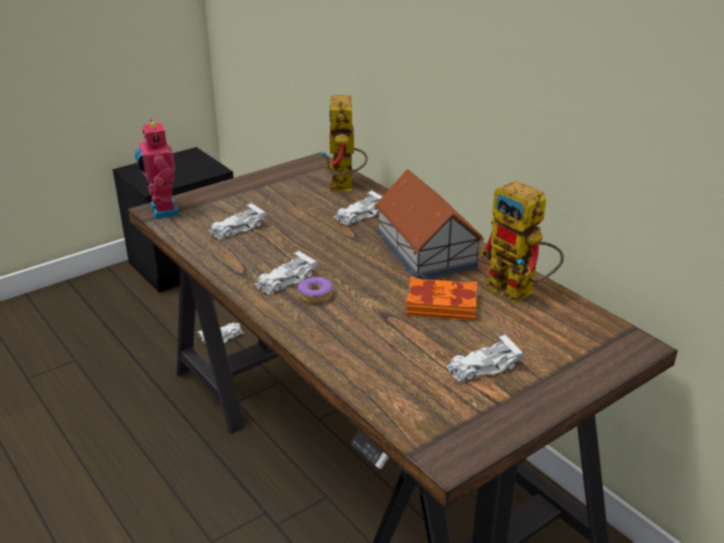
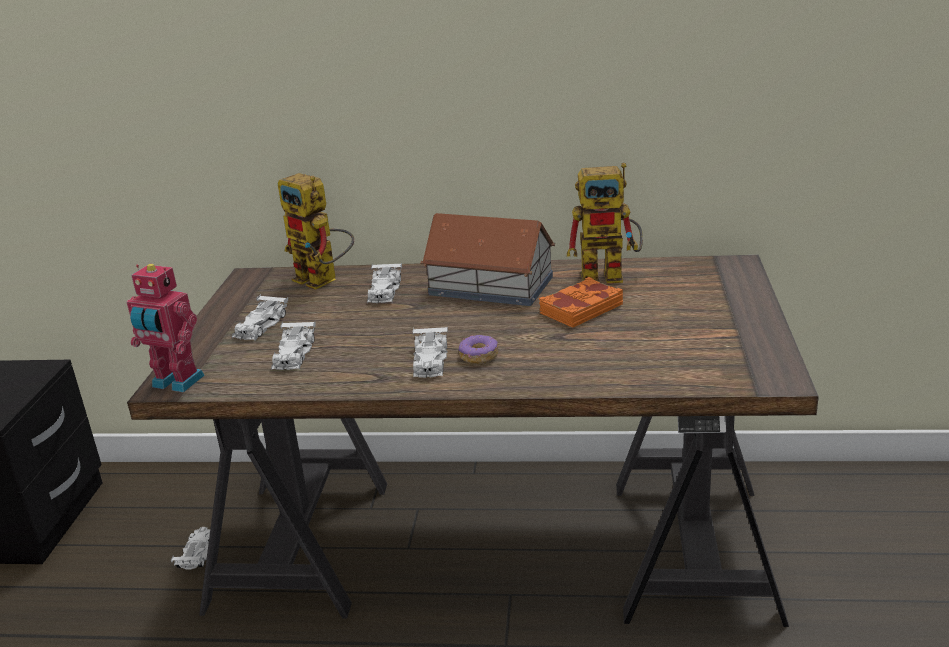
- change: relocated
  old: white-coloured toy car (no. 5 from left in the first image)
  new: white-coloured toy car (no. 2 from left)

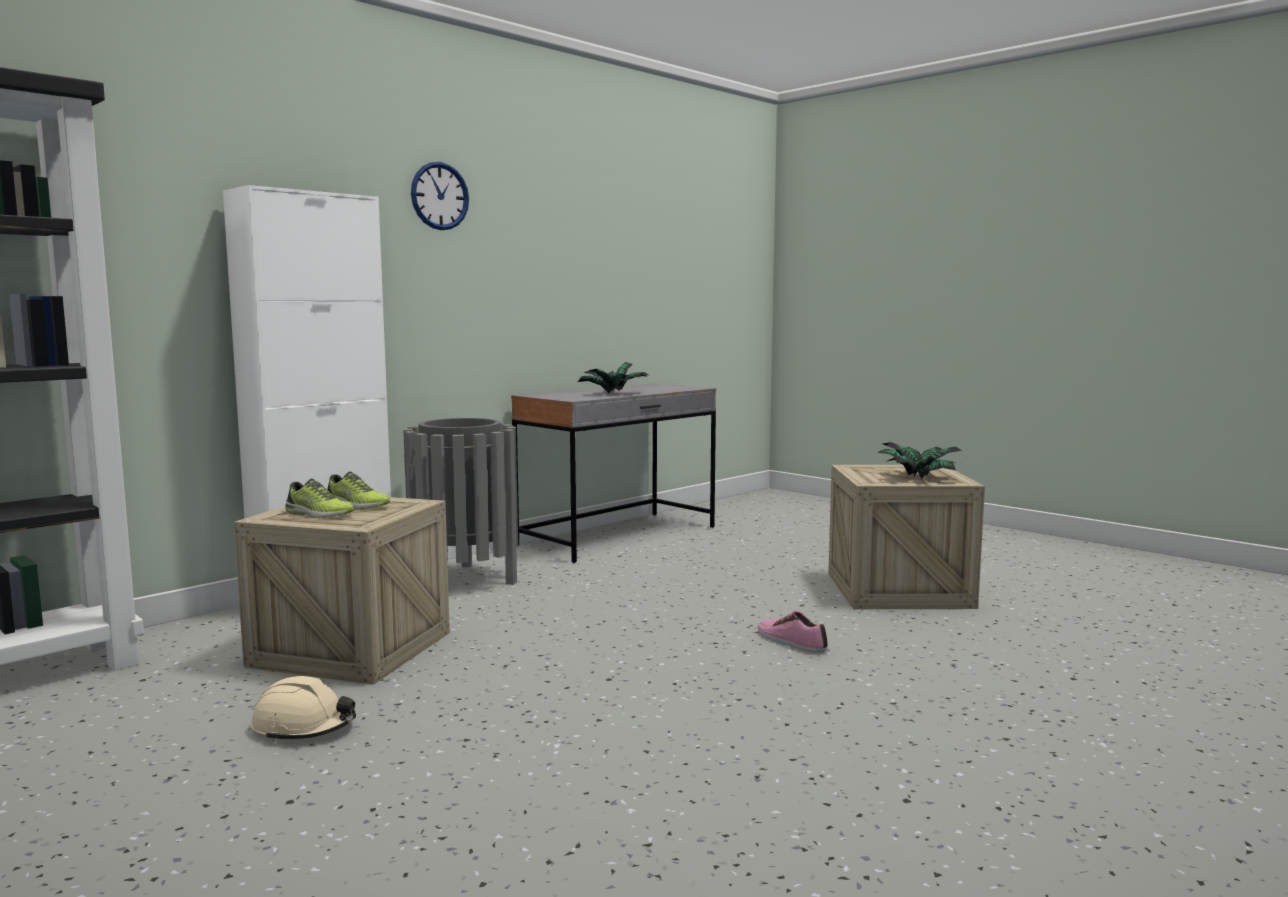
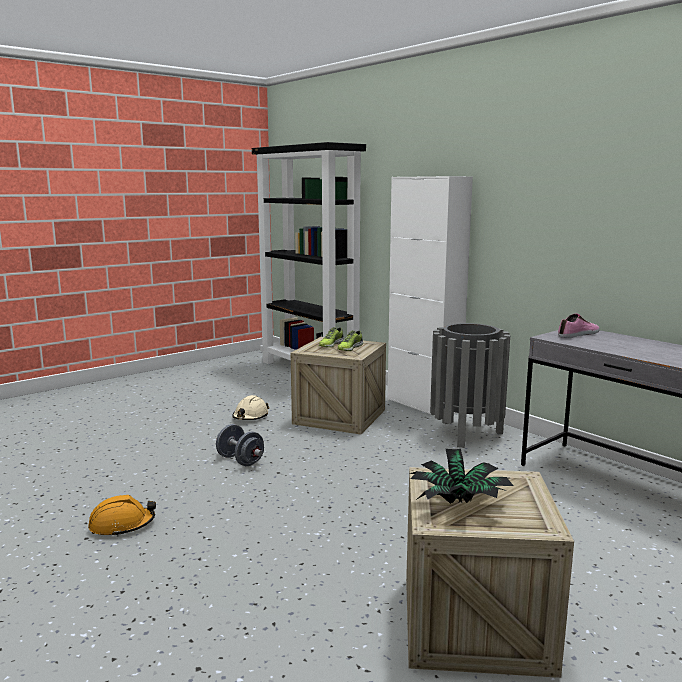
- change: missing
  old: hanging clock
- change: missing
  old: potted plant (no. 1 from left)
- change: relocated
  old: item of footwear (no. 3 from left)
- change: appeared
  new: orange hard hat
- change: appeared
  new: gray dumbbell

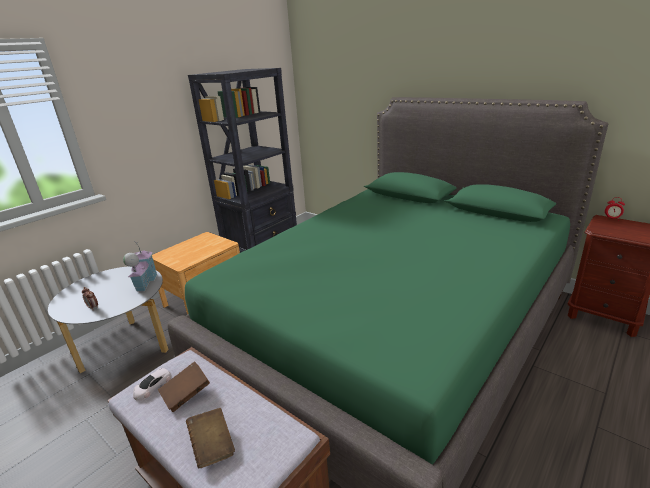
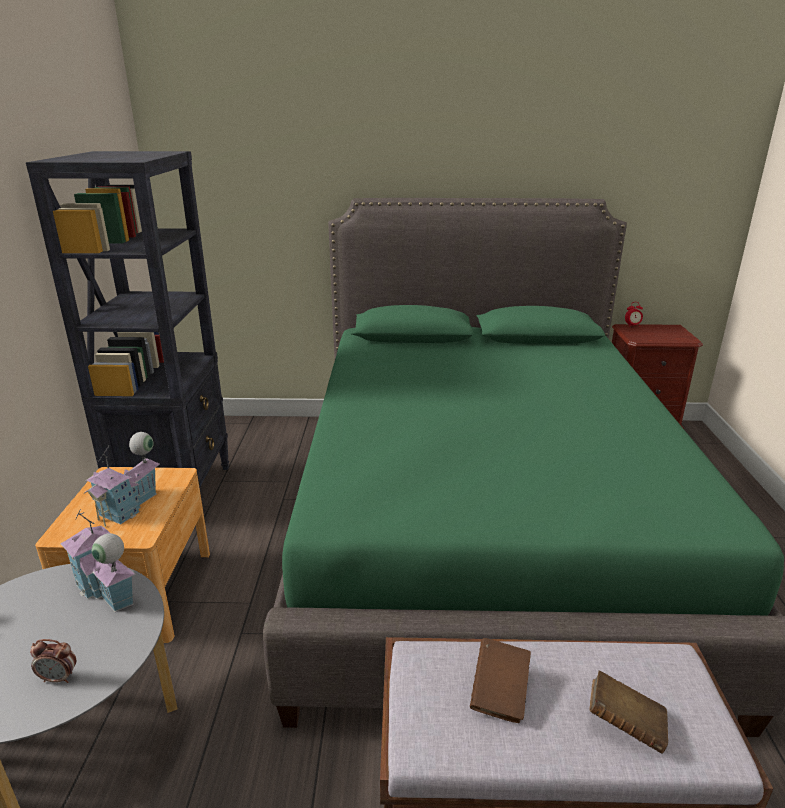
- change: missing
  old: white-coloured toy car
- change: appeared
  new: toy house (no. 2 from left)

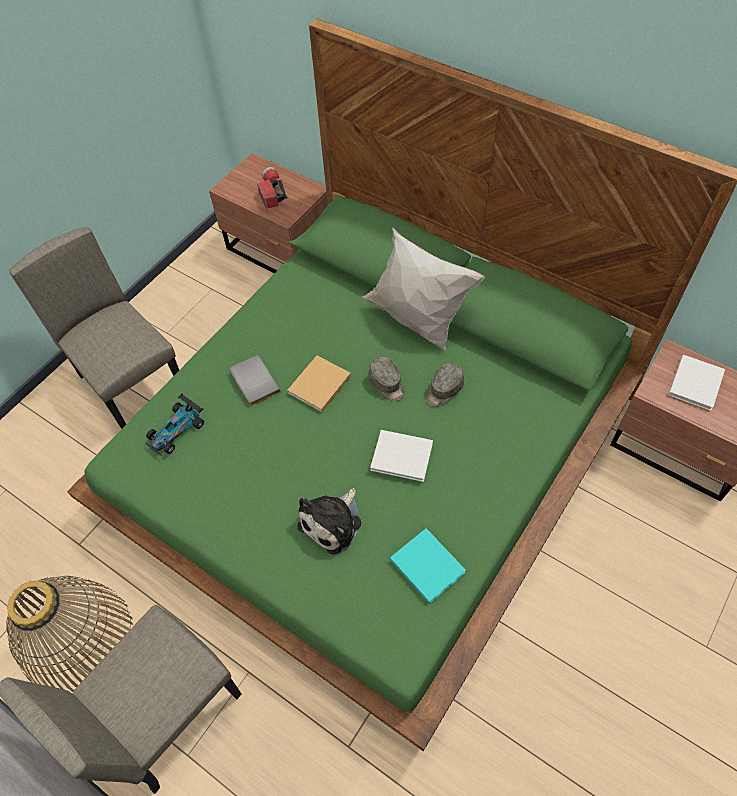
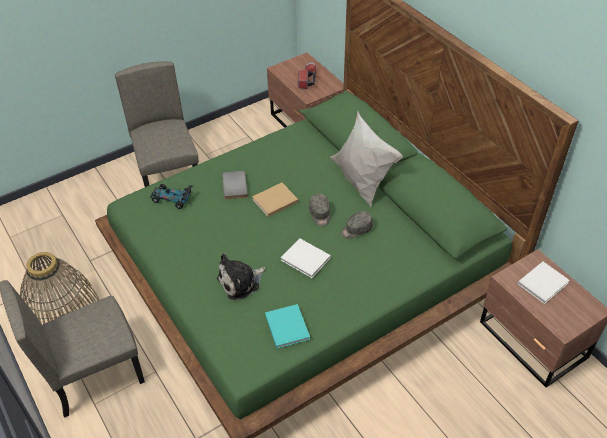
- change: spun
  old: toy car
  degrees: 45

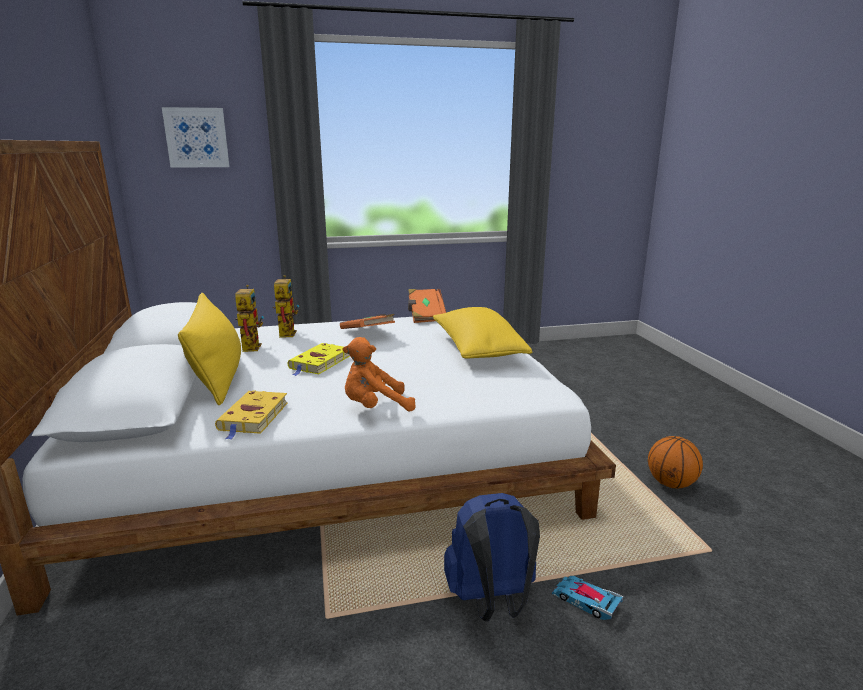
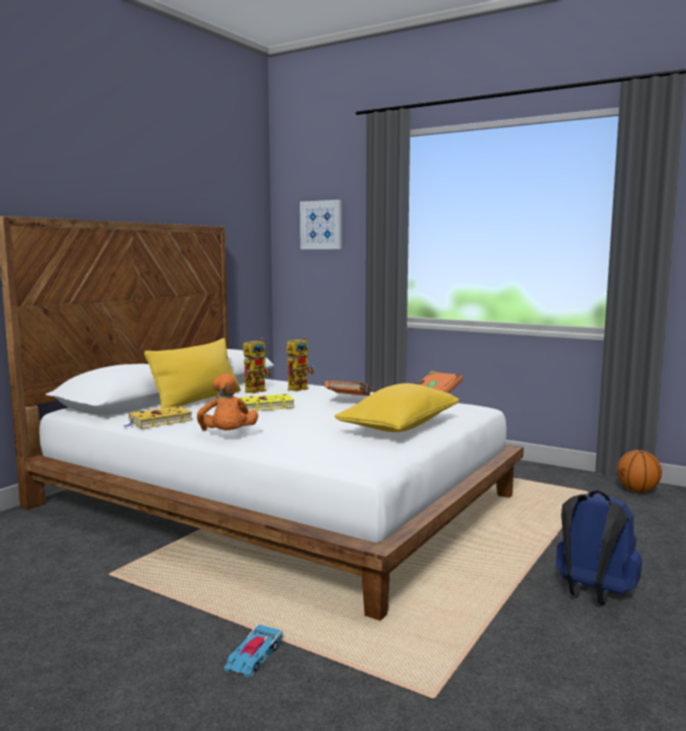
- change: spun
  old: orange cuddly toy
  degrees: -135
- change: relocated
  old: blue knapsack
- change: spun
  old: toy car
  degrees: -150
- change: relocated
  old: basketball

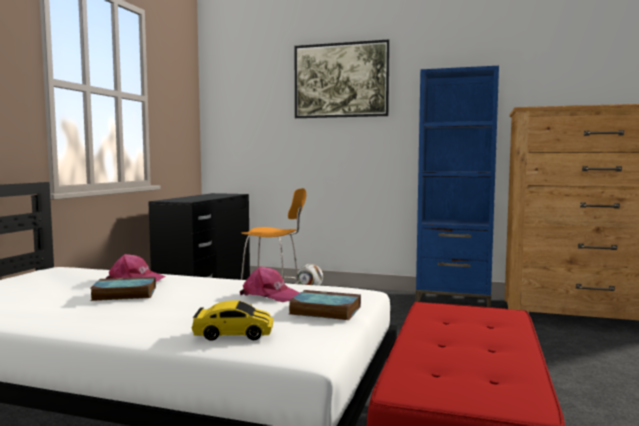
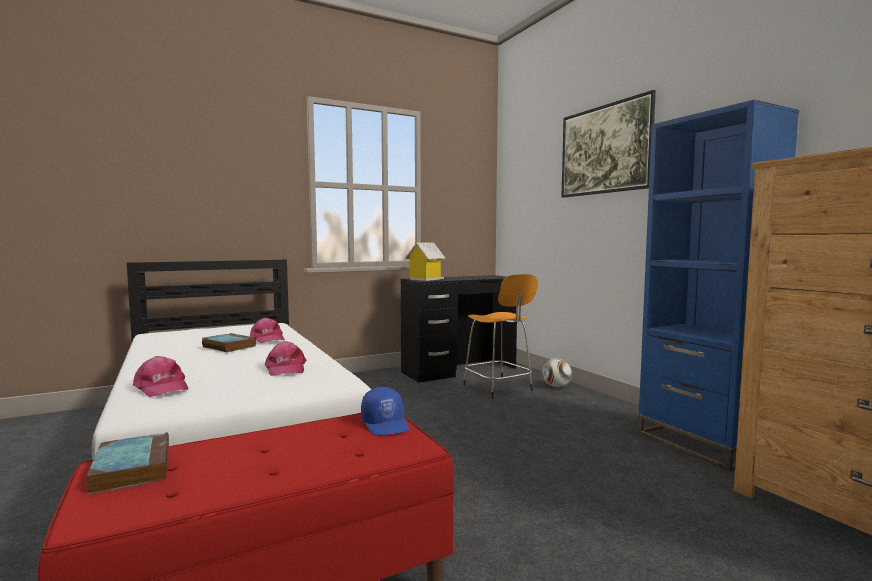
- change: exchanged
  old: toy car
  new: pink baseball cap (no. 1 from left)
- change: relocated
  old: volume (no. 2 from left in the first image)
  new: volume (no. 1 from left)
- change: appeared
  new: blue baseball cap
- change: appeared
  new: toy house

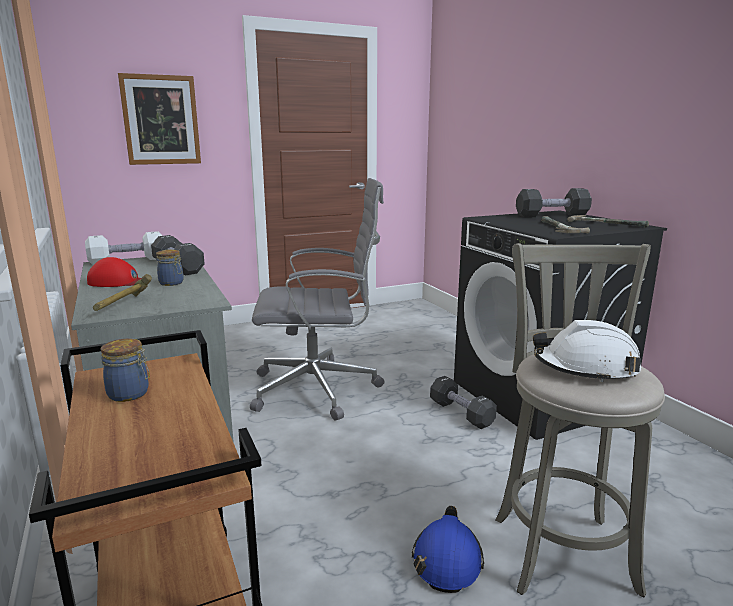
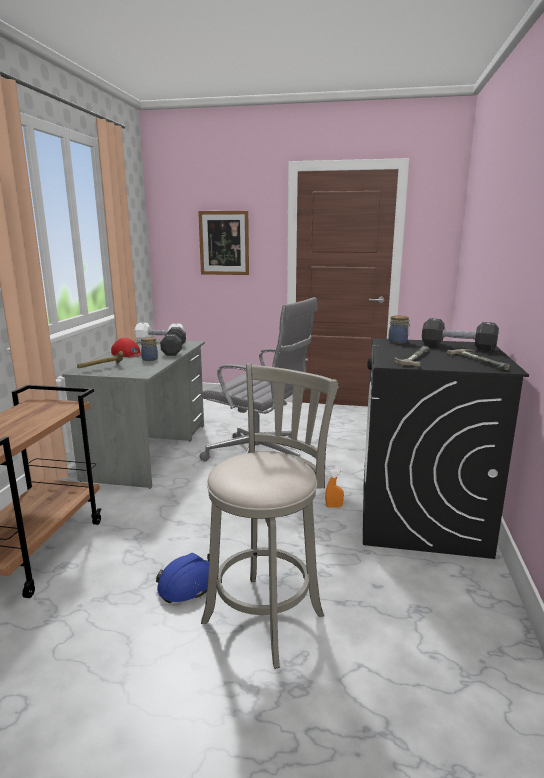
- change: relocated
  old: storage jar (no. 1 from left in the first image)
  new: storage jar (no. 2 from left)
- change: exchanged
  old: blackish dumbbell (no. 2 from left)
  new: orange hand sprayer
- change: missing
  old: white-coloured hard hat

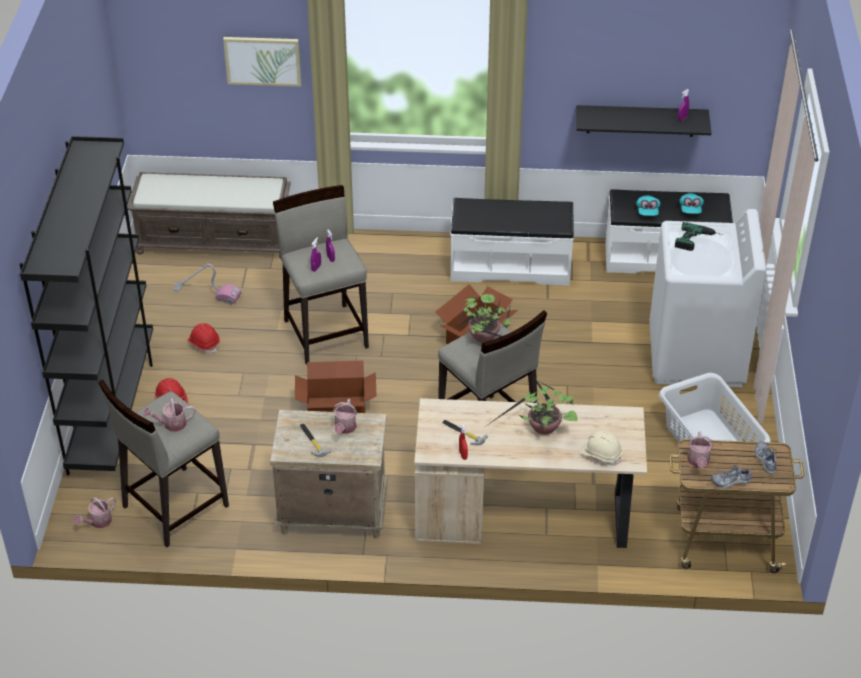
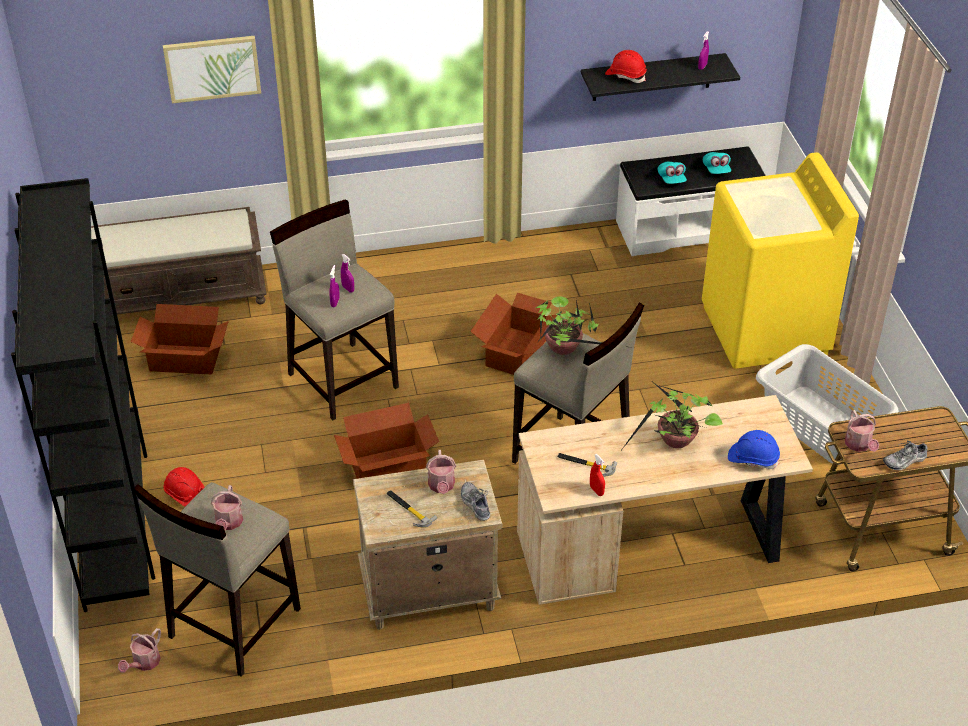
- change: spun
  old: watering pot (no. 2 from left)
  degrees: -60
- change: exchanged
  old: hoover
  new: packing box (no. 1 from left)
- change: relocated
  old: red-coloured hard hat (no. 2 from left)
- change: missing
  old: white-coloured indoor bench (no. 1 from left)
- change: colour
  old: sand-coloured hard hat
  new: blue hard hat
- change: colour
  old: white-coloured washing machine
  new: yellow washing machine
- change: missing
  old: electric drill
- change: relocated
  old: item of footwear (no. 2 from left in the first image)
  new: item of footwear (no. 1 from left)

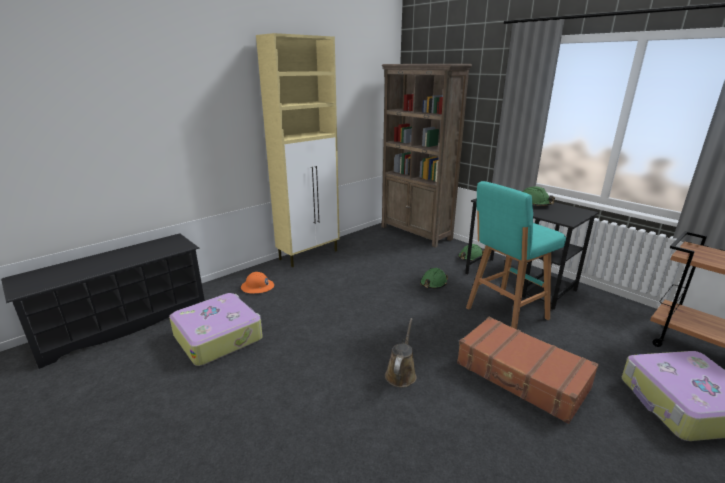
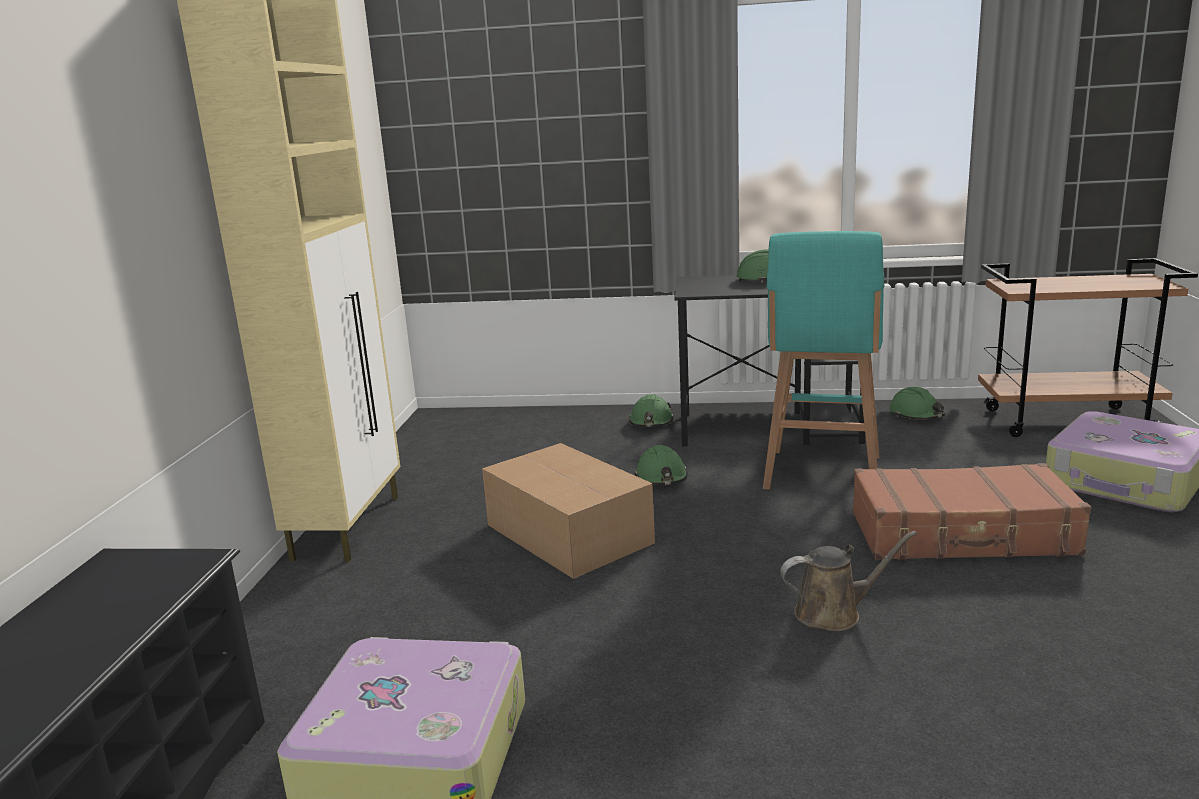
- change: missing
  old: orange hard hat
- change: missing
  old: brownish bookcase
- change: spun
  old: brownish watering pot
  degrees: 105
- change: appeared
  new: packing box
- change: appeared
  new: green-coloured hard hat (no. 4 from left)

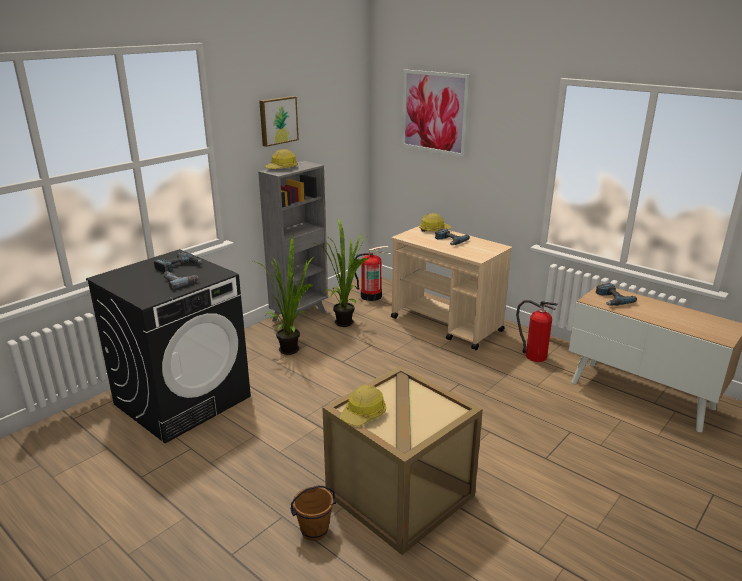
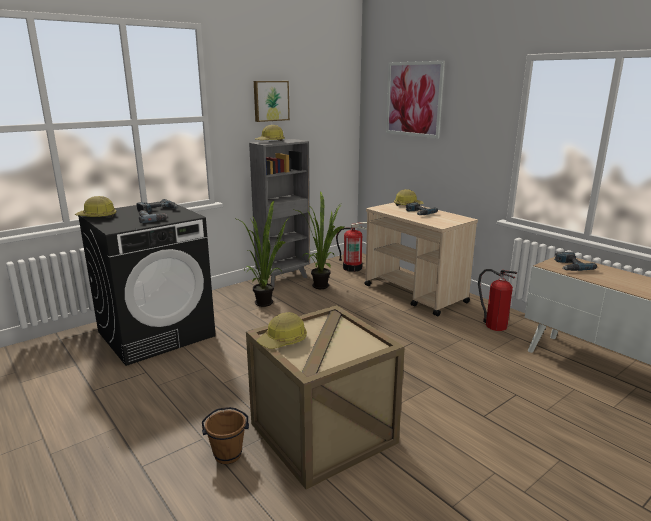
- change: appeared
  new: hard hat (no. 1 from left)

